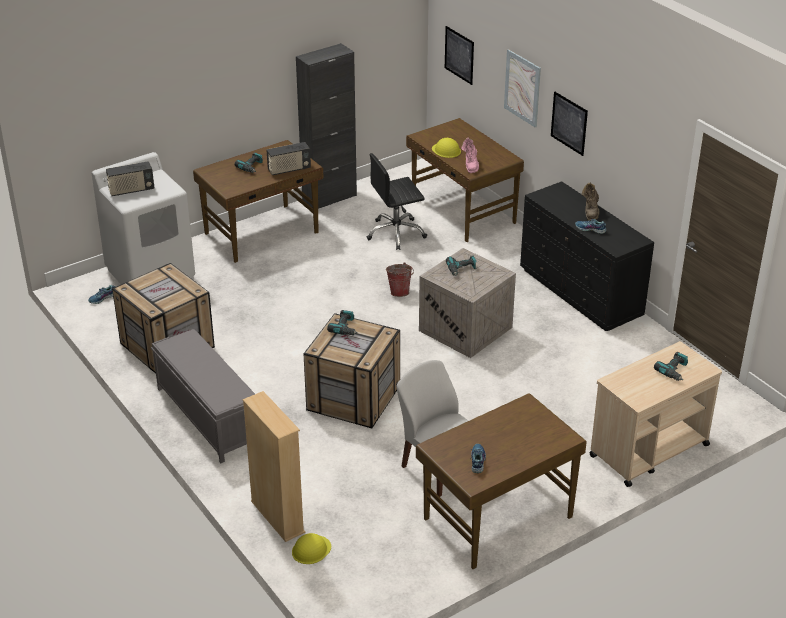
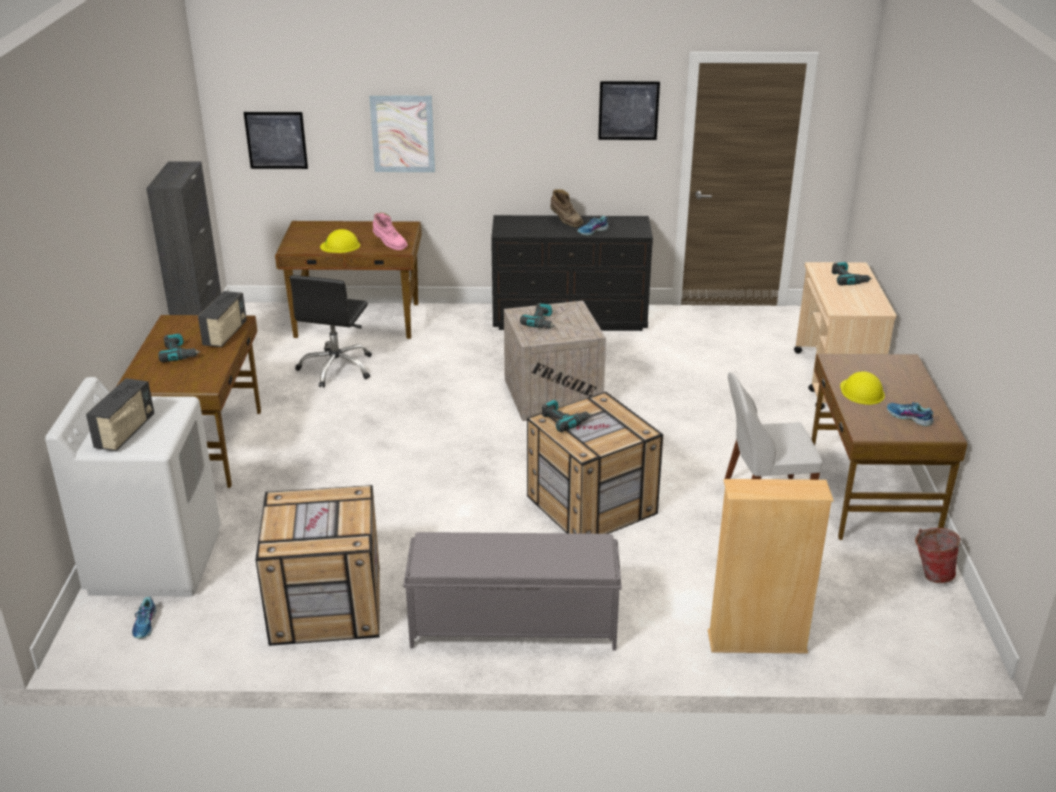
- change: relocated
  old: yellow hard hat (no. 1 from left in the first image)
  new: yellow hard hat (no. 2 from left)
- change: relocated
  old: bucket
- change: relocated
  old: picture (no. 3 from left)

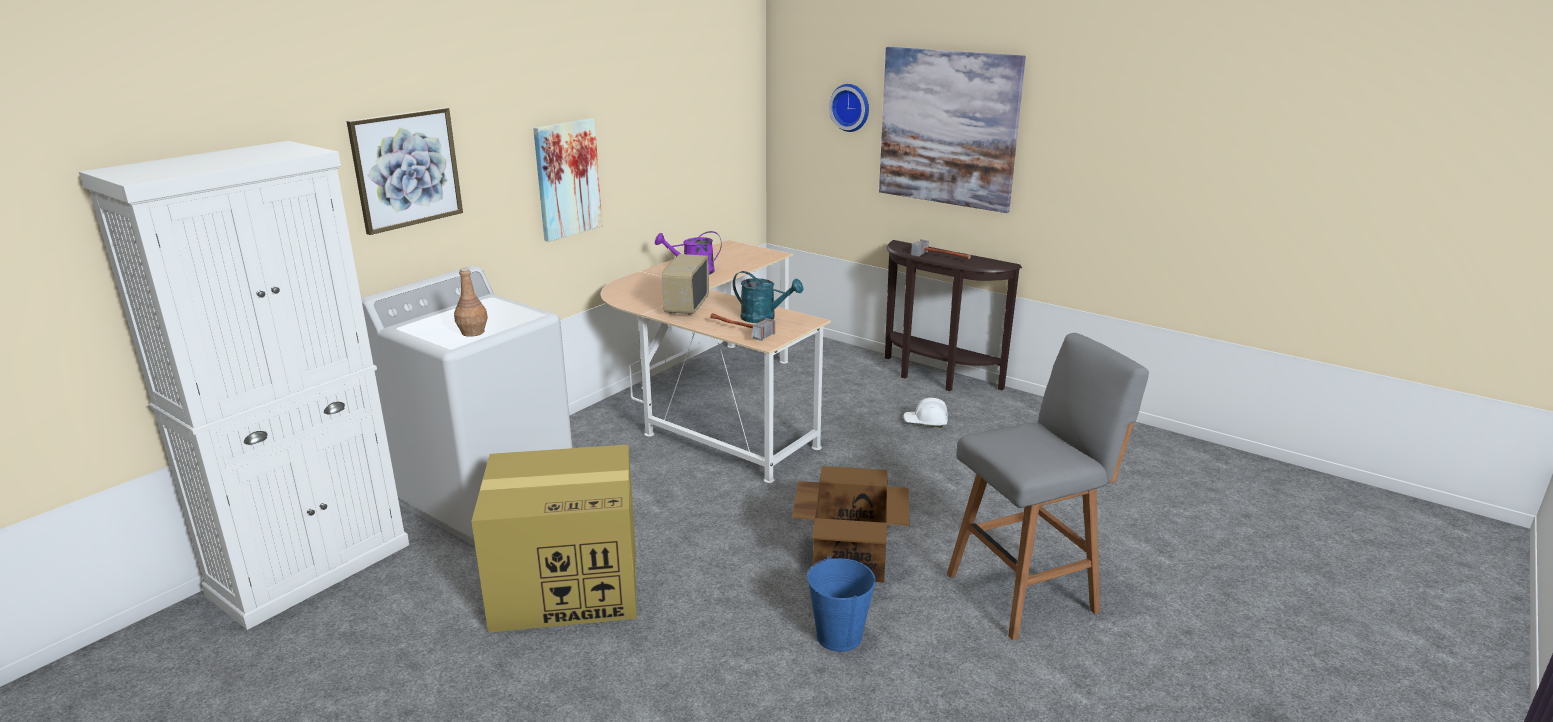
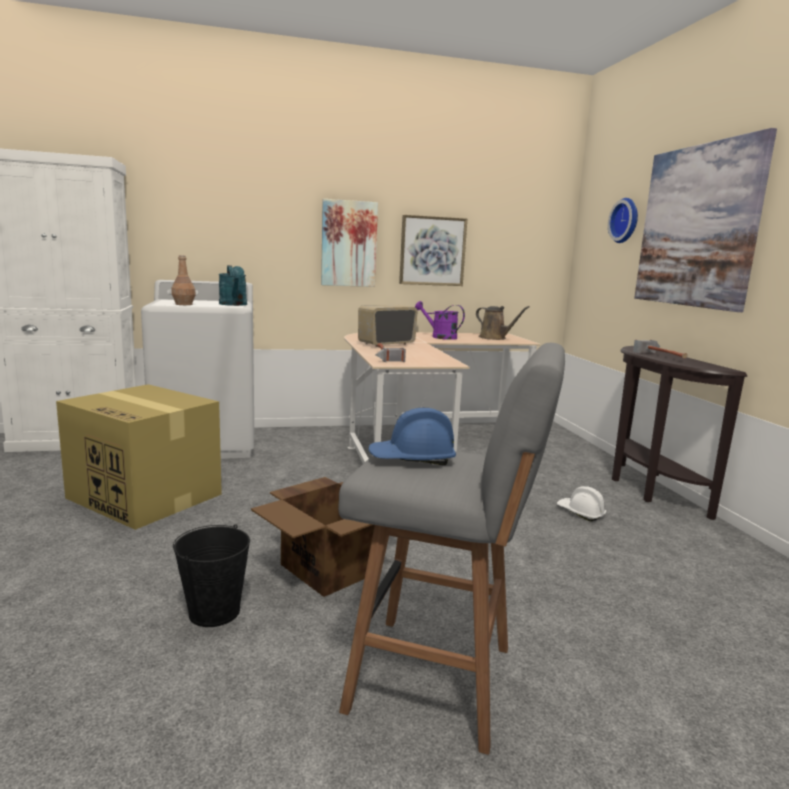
- change: relocated
  old: picture (no. 1 from left in the first image)
  new: picture (no. 2 from left)
- change: relocated
  old: turquoise-coloured watering pot
- change: colour
  old: blue bucket
  new: blackish bucket
- change: appeared
  new: blue hard hat
- change: appeared
  new: brownish watering pot

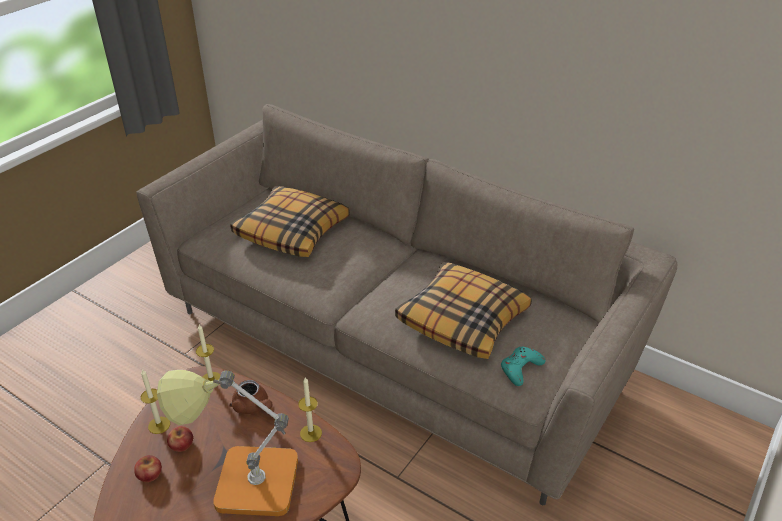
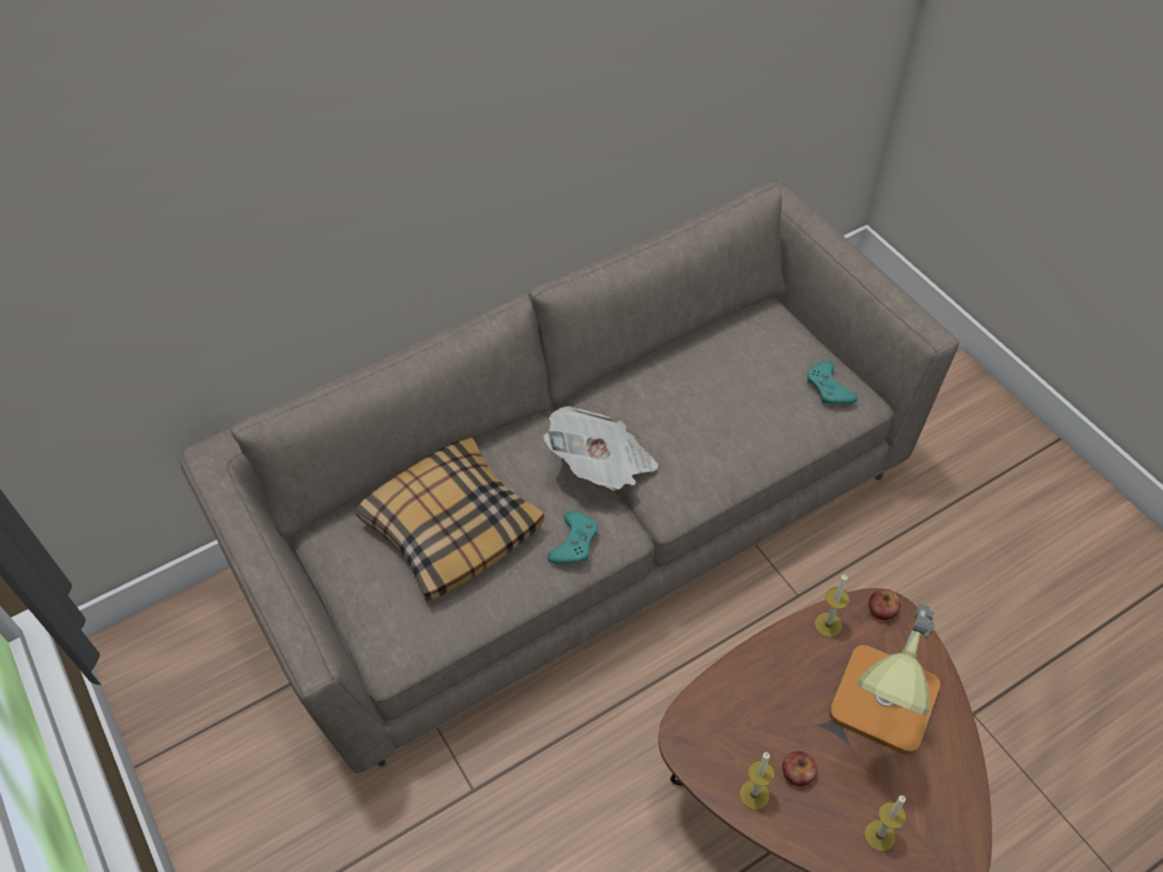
- change: relocated
  old: apple (no. 1 from left in the first image)
  new: apple (no. 2 from left)
- change: relocated
  old: wax light (no. 2 from left in the first image)
  new: wax light (no. 3 from left)
- change: missing
  old: brownish tea pot
- change: missing
  old: pillow (no. 2 from left)
- change: appeared
  new: daily paper
- change: appeared
  new: turquoise-coloured joypad (no. 1 from left)

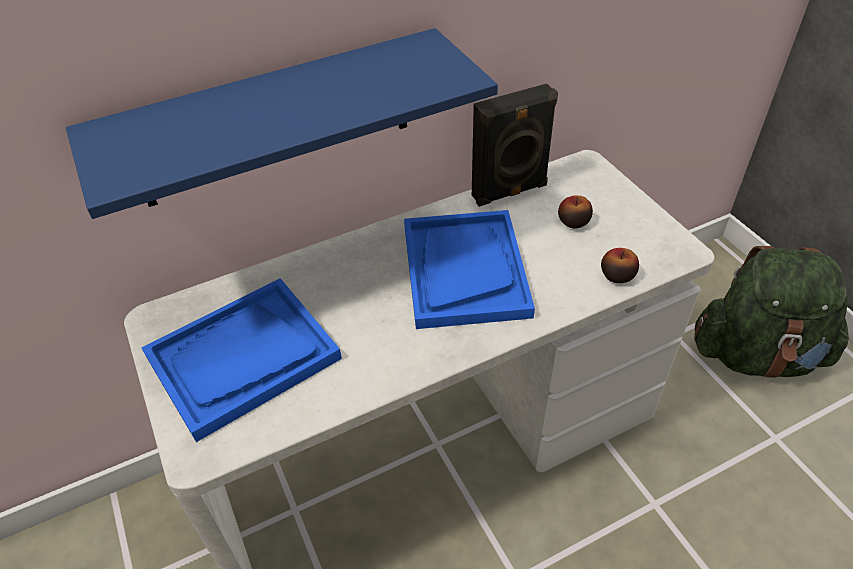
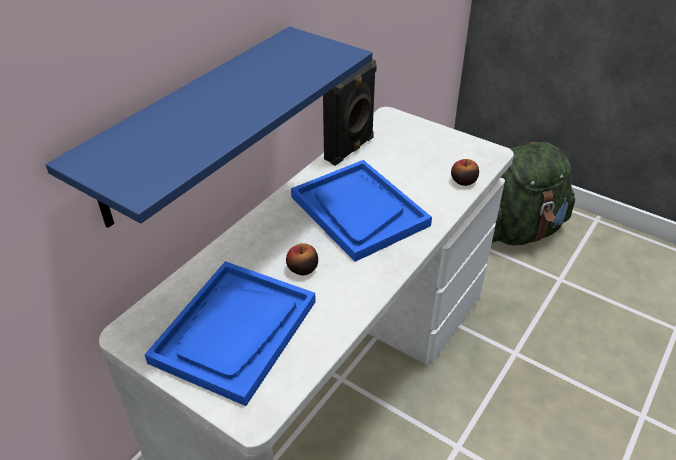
- change: relocated
  old: apple (no. 1 from left)

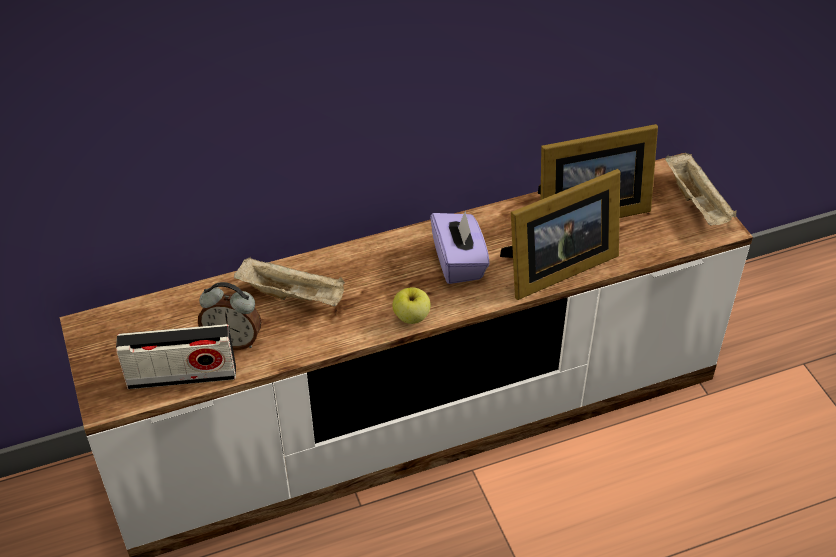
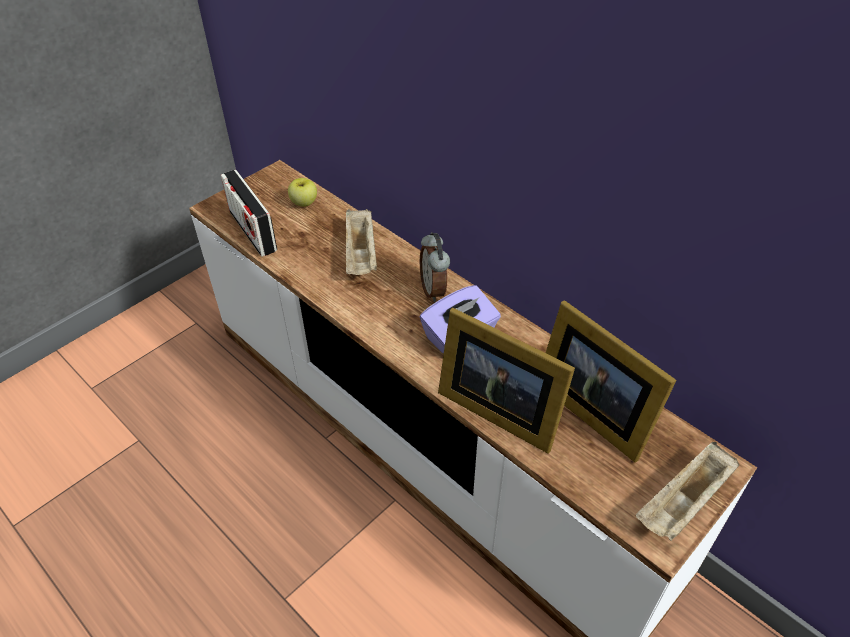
- change: relocated
  old: alarm clock
- change: relocated
  old: apple

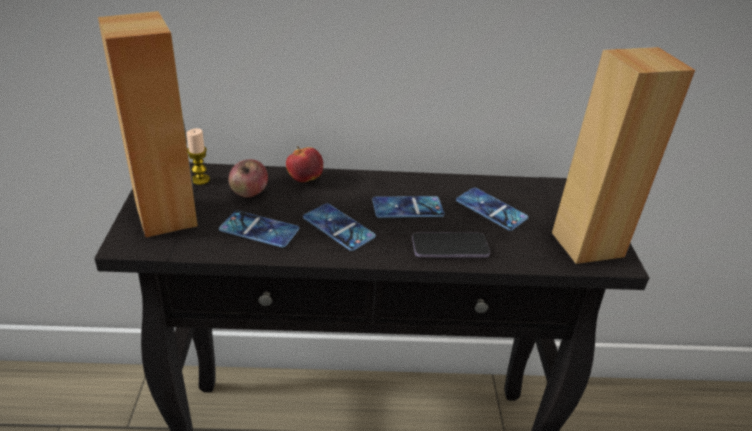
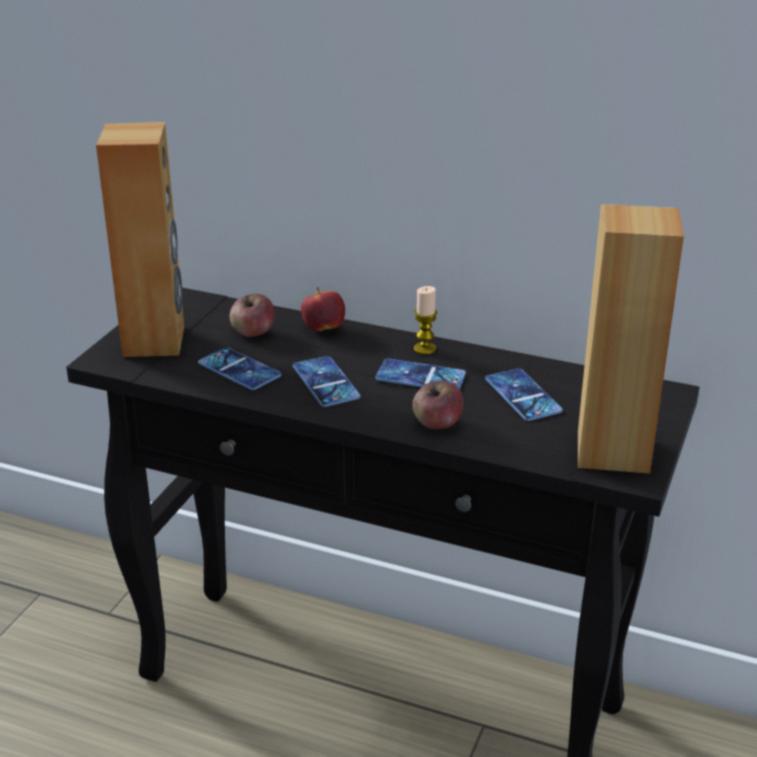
- change: relocated
  old: wax light
- change: exchanged
  old: handset (no. 4 from left)
  new: apple (no. 3 from left)

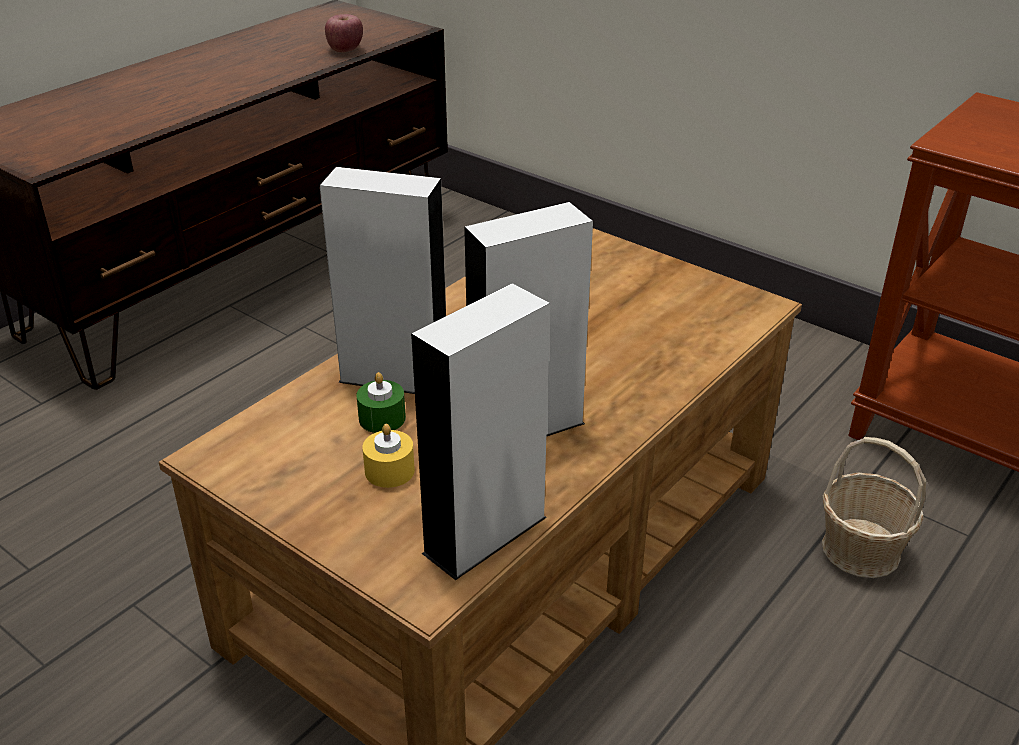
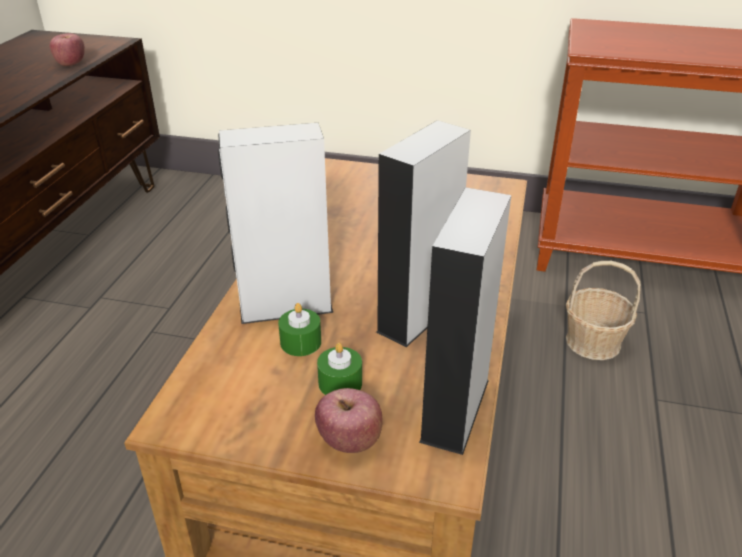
- change: colour
  old: yellow wax light
  new: green-coloured wax light (no. 2 from left)
- change: appeared
  new: apple (no. 2 from left)

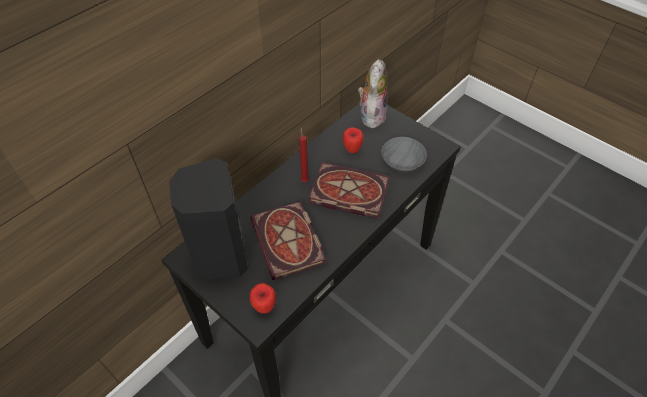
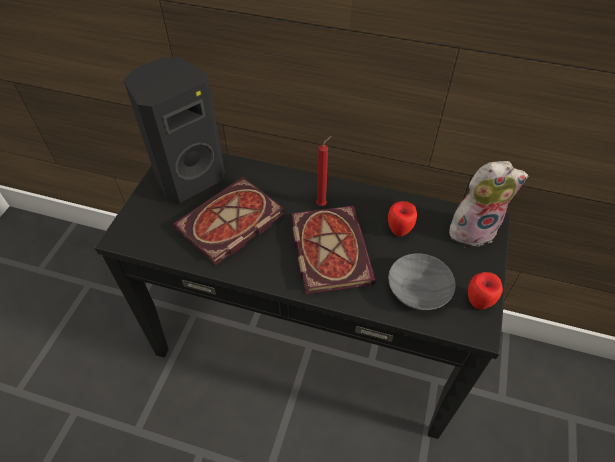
- change: relocated
  old: apple (no. 1 from left in the first image)
  new: apple (no. 2 from left)

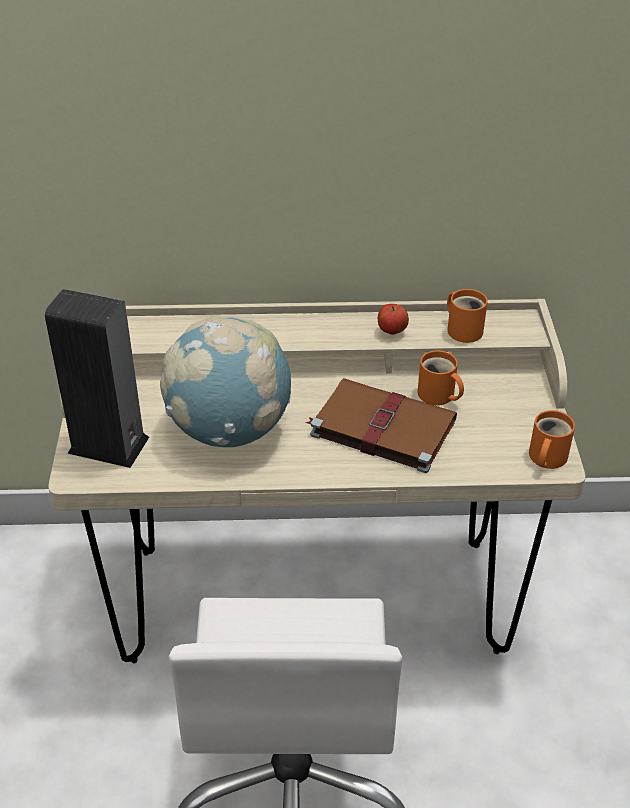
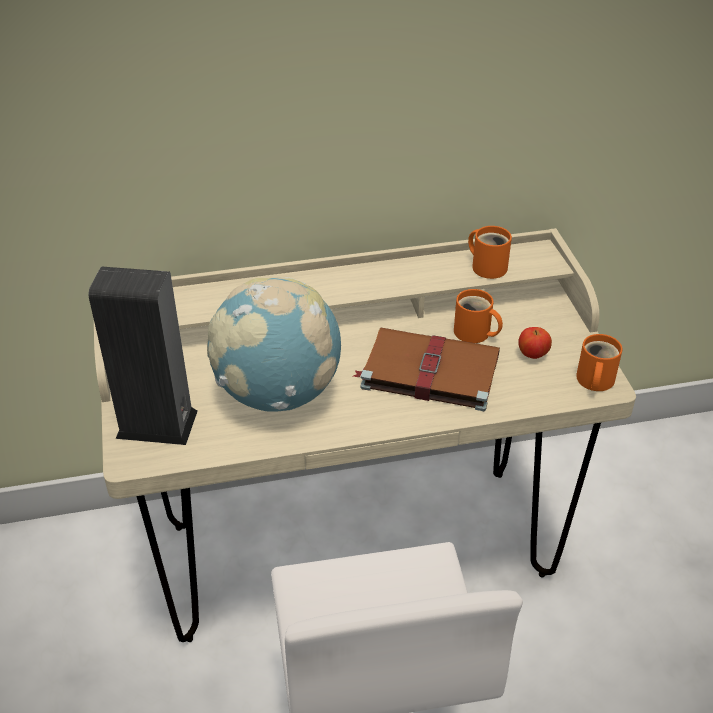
- change: relocated
  old: apple

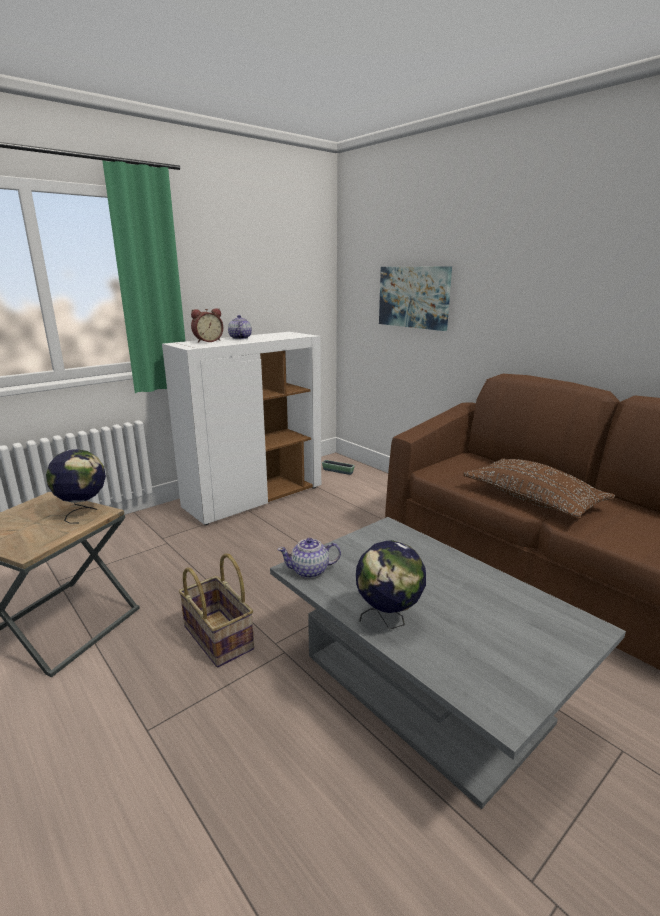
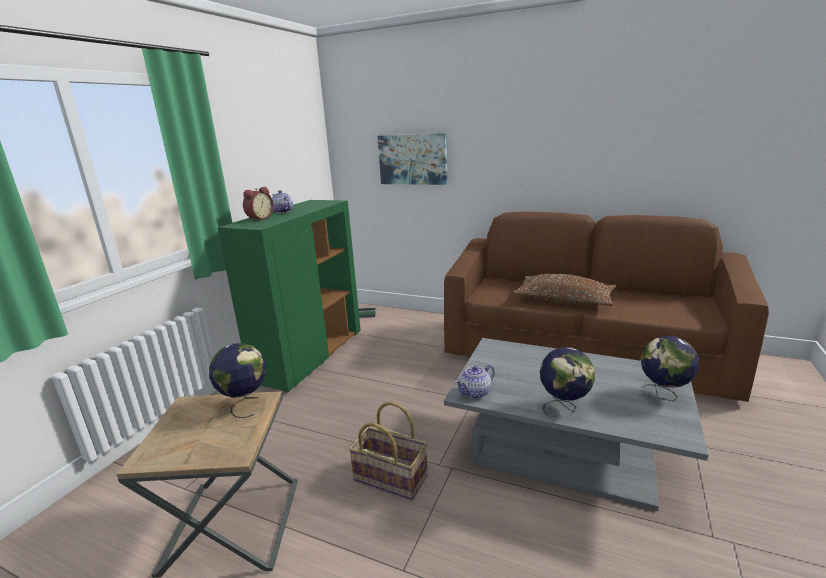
- change: colour
  old: white-coloured cupboard
  new: green-coloured cupboard
- change: appeared
  new: desk globe (no. 3 from left)

